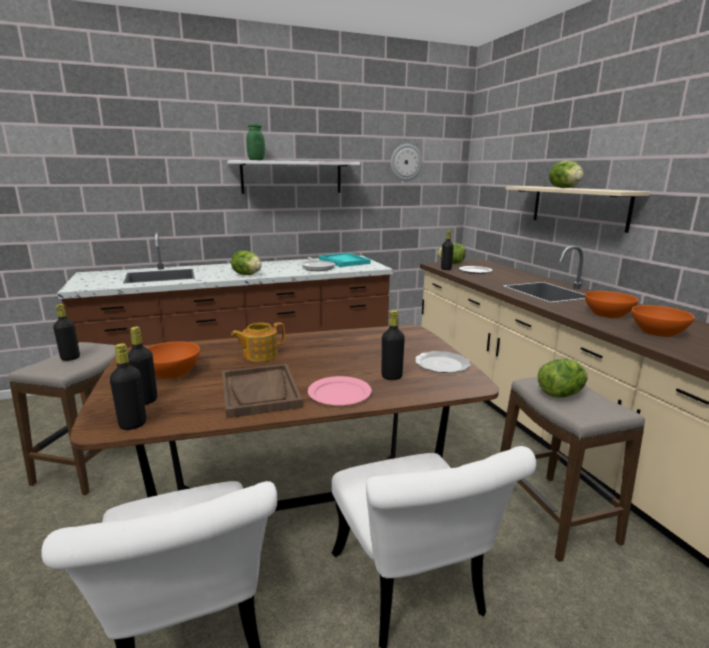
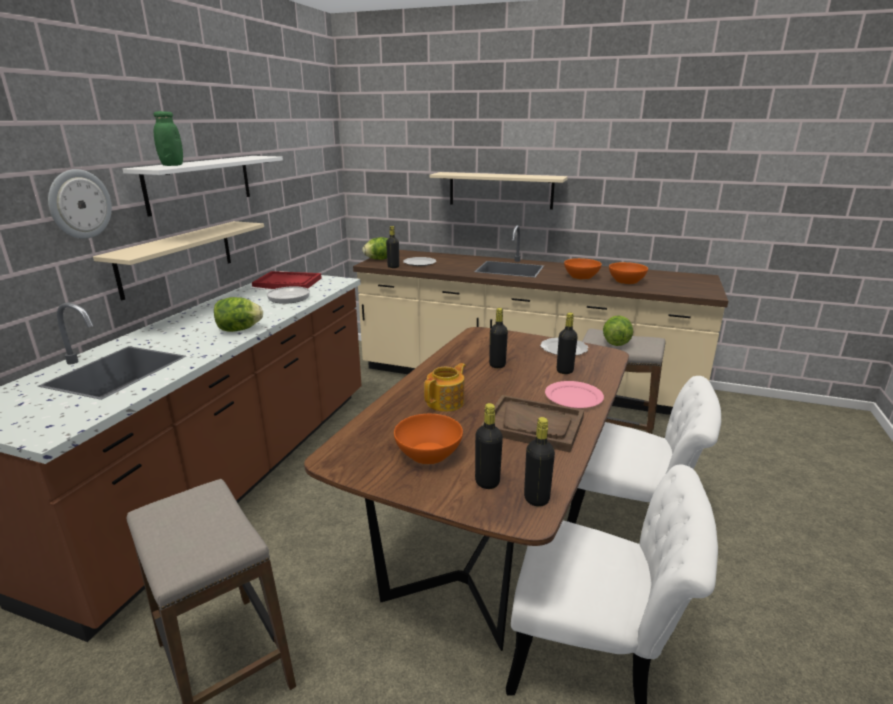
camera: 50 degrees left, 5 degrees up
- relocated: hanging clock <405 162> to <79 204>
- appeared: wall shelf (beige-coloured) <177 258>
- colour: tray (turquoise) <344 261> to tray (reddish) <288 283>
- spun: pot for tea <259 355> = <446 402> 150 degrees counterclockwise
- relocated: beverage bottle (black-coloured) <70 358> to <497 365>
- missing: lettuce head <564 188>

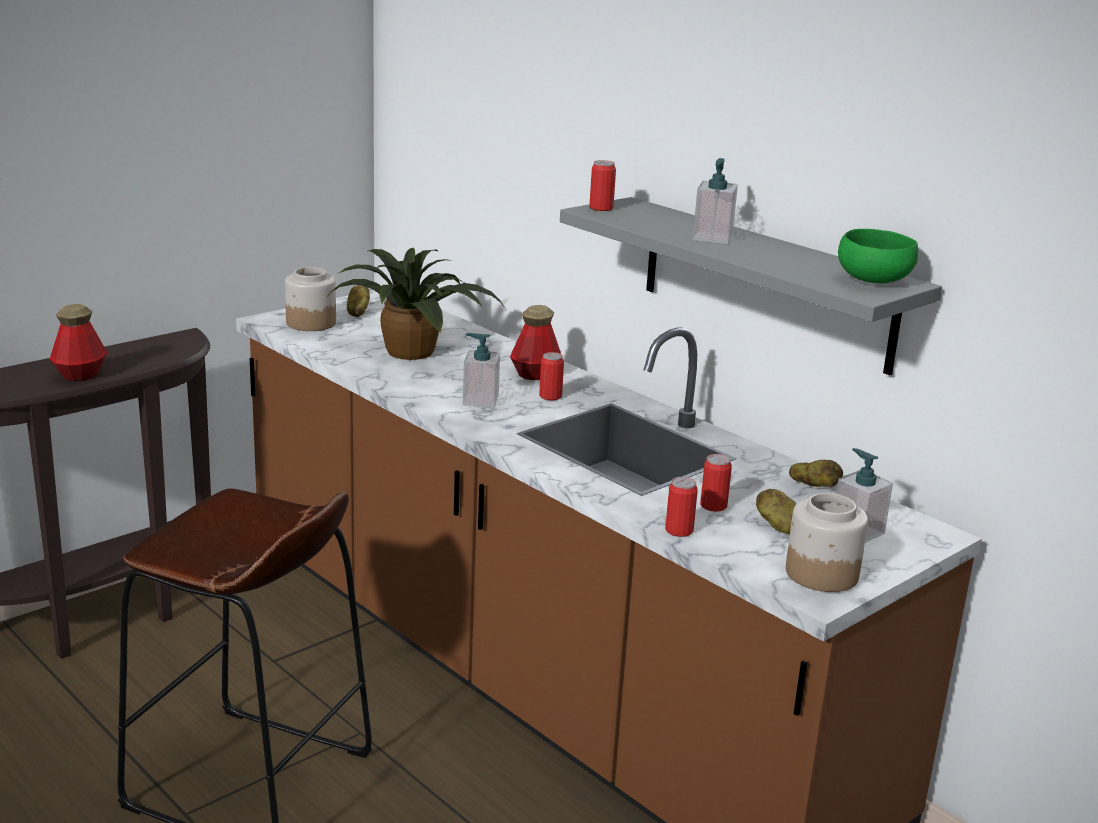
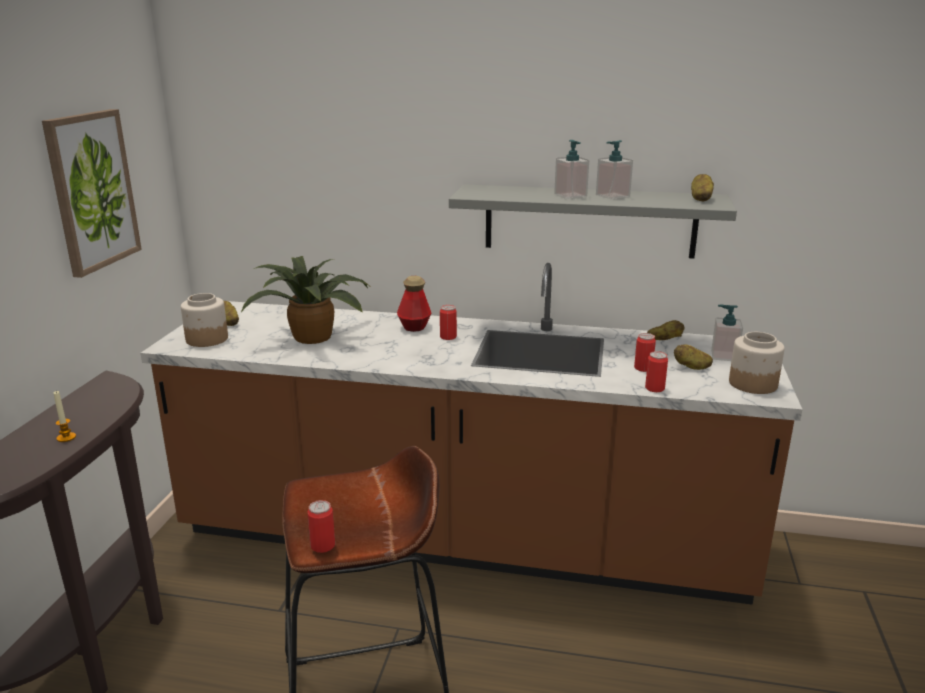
camera: 35 degrees left, 0 degrees up
- appeared: picture <92 191>
- exchanged: beverage bottle <80 375> to wax candle <66 438>
- relocated: sealed can <601 208> to <323 545>
- relocated: soap dispenser <480 401> to <612 196>
- exchanged: bowl (green-coloured) <875 281> to spud <700 199>

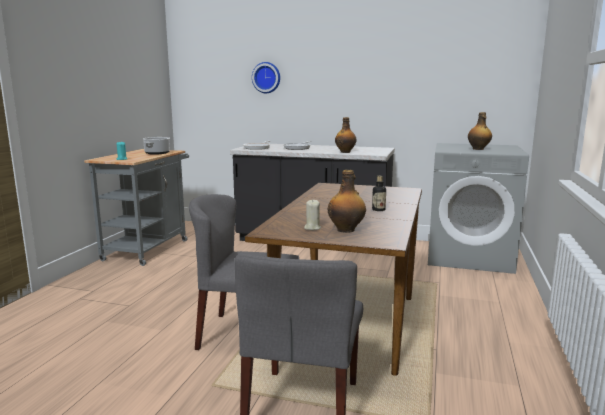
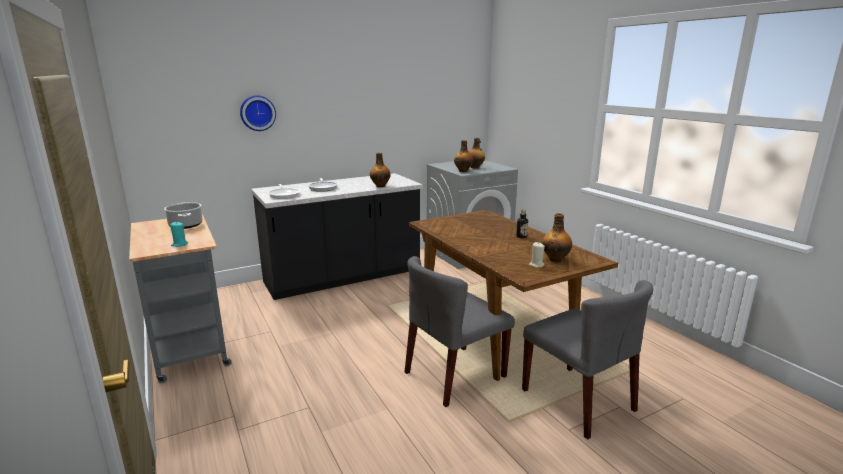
camera: 45 degrees left, 5 degrees up
- appeared: beverage bottle <463 171>

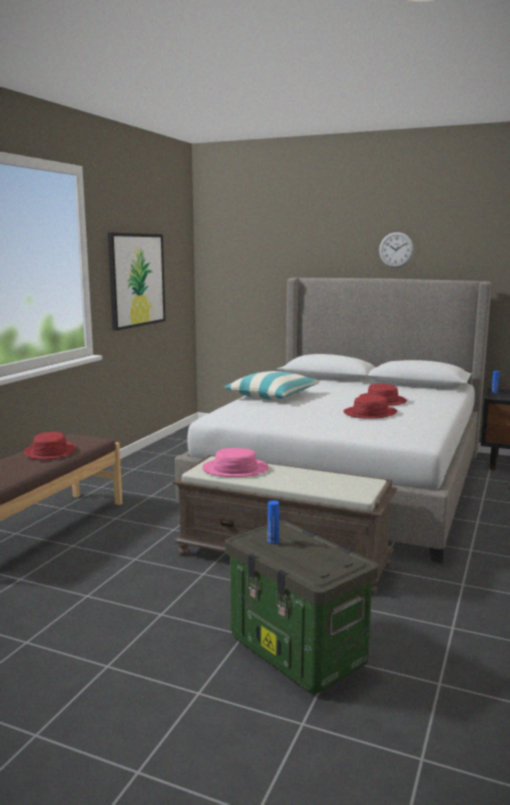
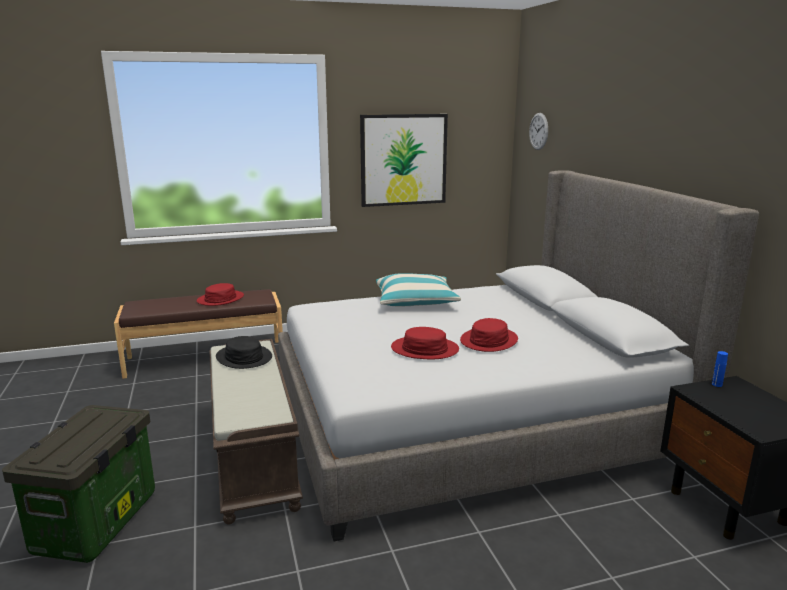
camera: 50 degrees right, 5 degrees up
- colour: clothing hat (pinkish) <235 469> to clothing hat (black-coloured) <244 357>
- relocated: hanging clock <396 250> to <538 131>
- missing: beverage bottle (blue) <273 541>

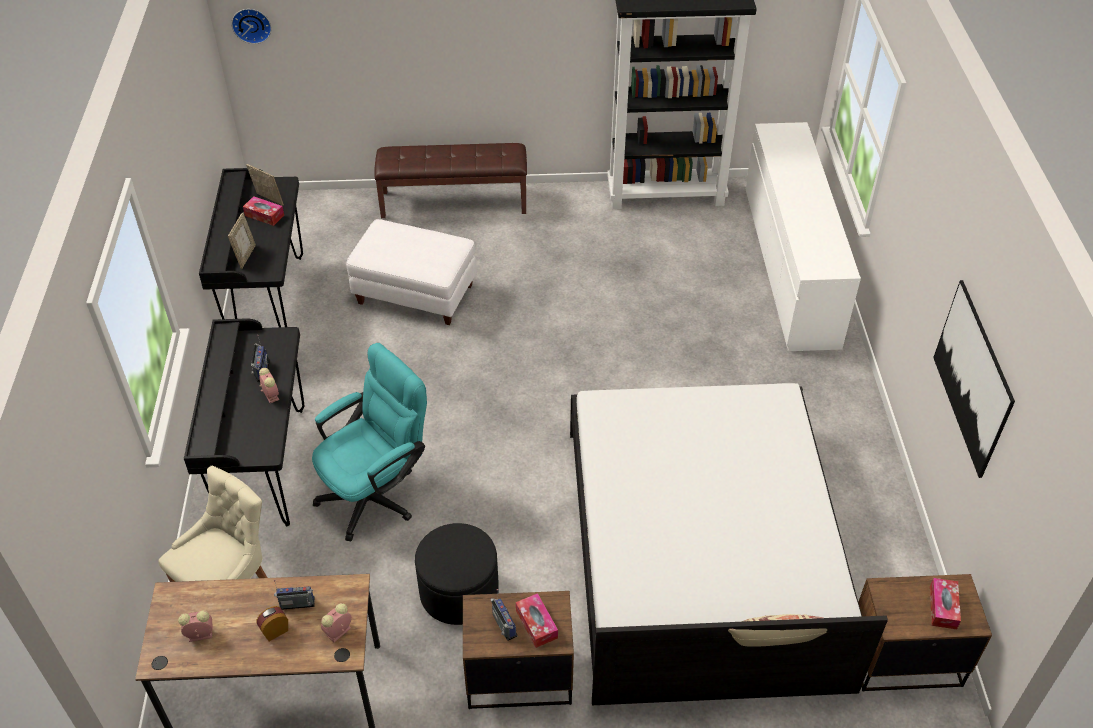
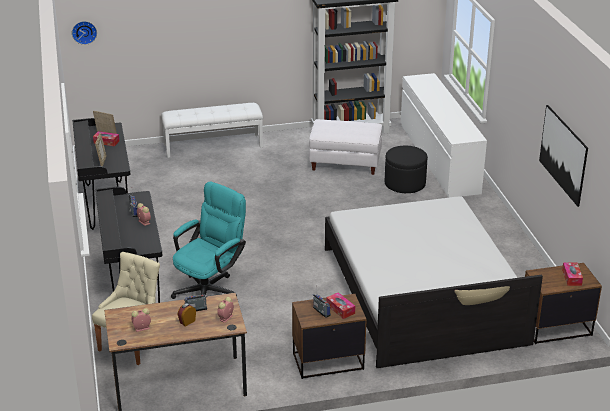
camera: 10 degrees left, 15 degrees down
- colour: long seat (brown) <454 202> to long seat (whitish) <213 145>
- relocated: pouffe (whitish) <415 293> to <345 162>
- relocated: pouffe (black-coloured) <459 592> to <405 184>

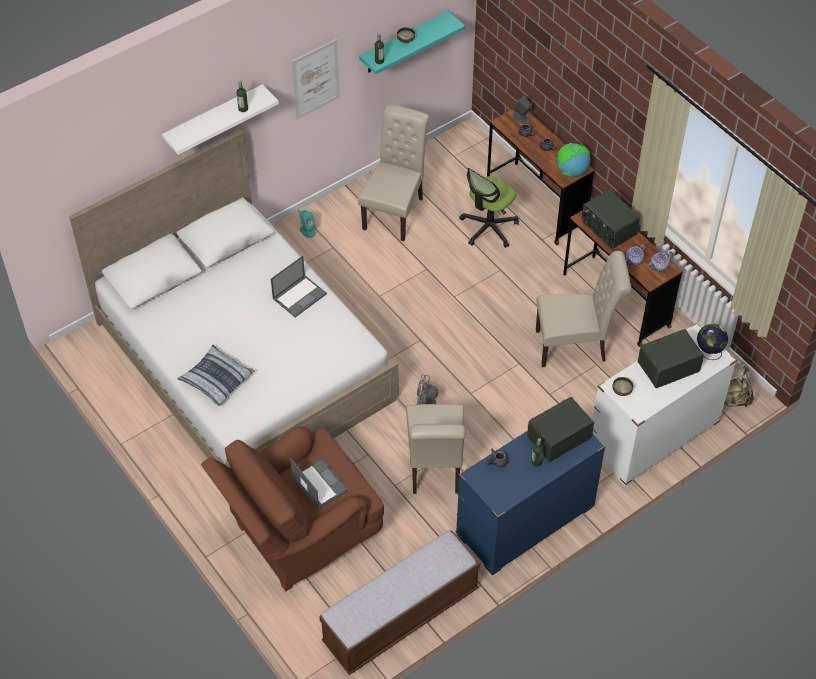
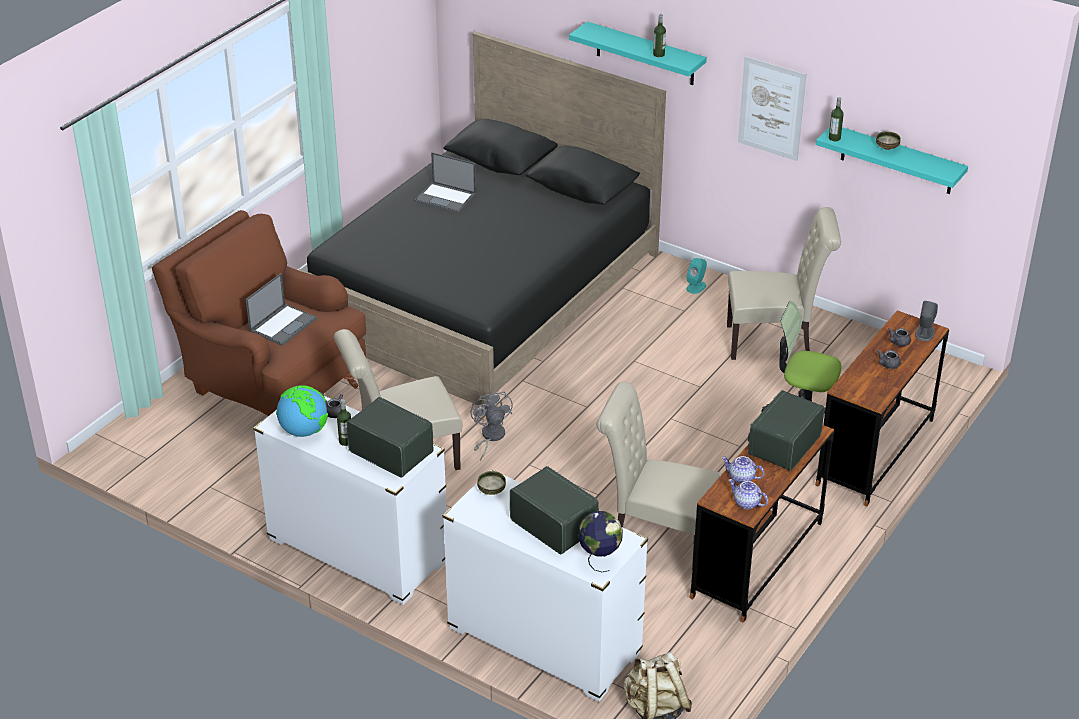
camera: 70 degrees right, 15 degrees down
- colour: dresser (blue) <525 522> to dresser (whitish) <357 551>
- relocated: globe <571 172> to <304 431>
- colour: sleeping bed (whitish) <245 359> to sleeping bed (black-coloured) <485 291>
- relocated: laptop <300 296> to <446 198>
- colour: wall shelf (whitish) <214 119> to wall shelf (turquoise) <645 54>
- spun: upright chair (beige-coloured) <575 346> = <656 538> 135 degrees clockwise
- missing: throw pillow <216 379>
- missing: long seat <400 616>

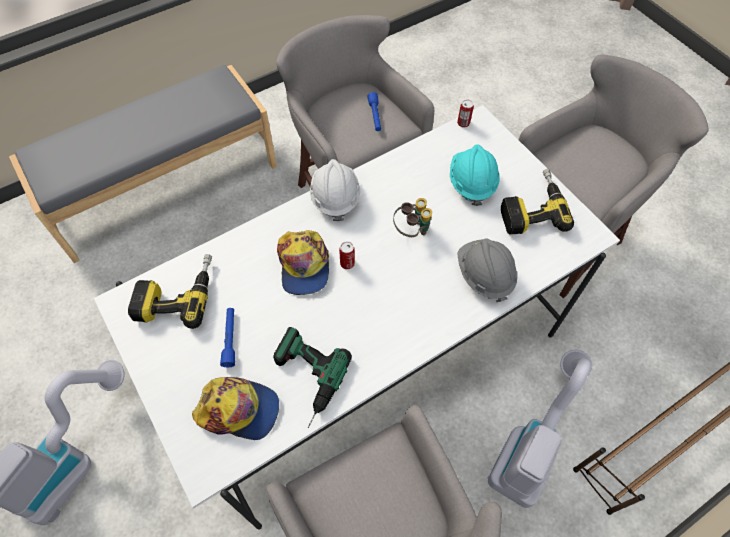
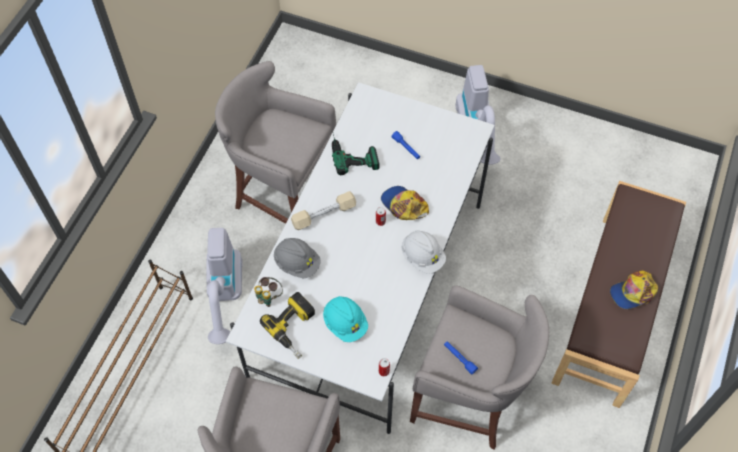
camera: 145 degrees right, 0 degrees up
- relocated: field glasses <412 230> to <269 297>
- appeared: dumbbell (beige-coloured) <324 215>
- colour: long seat (gray) <165 187> to long seat (brown) <612 308>
- relocated: baseball cap <239 410> to <633 292>
- missing: drill <177 294>

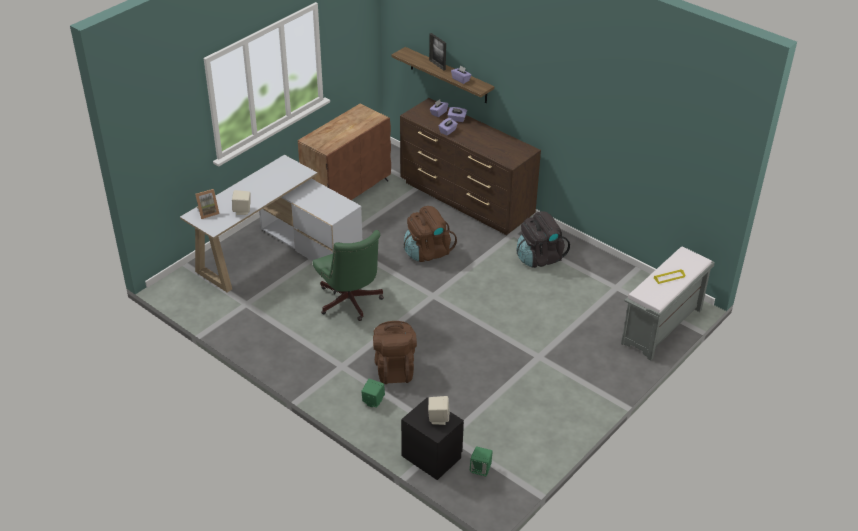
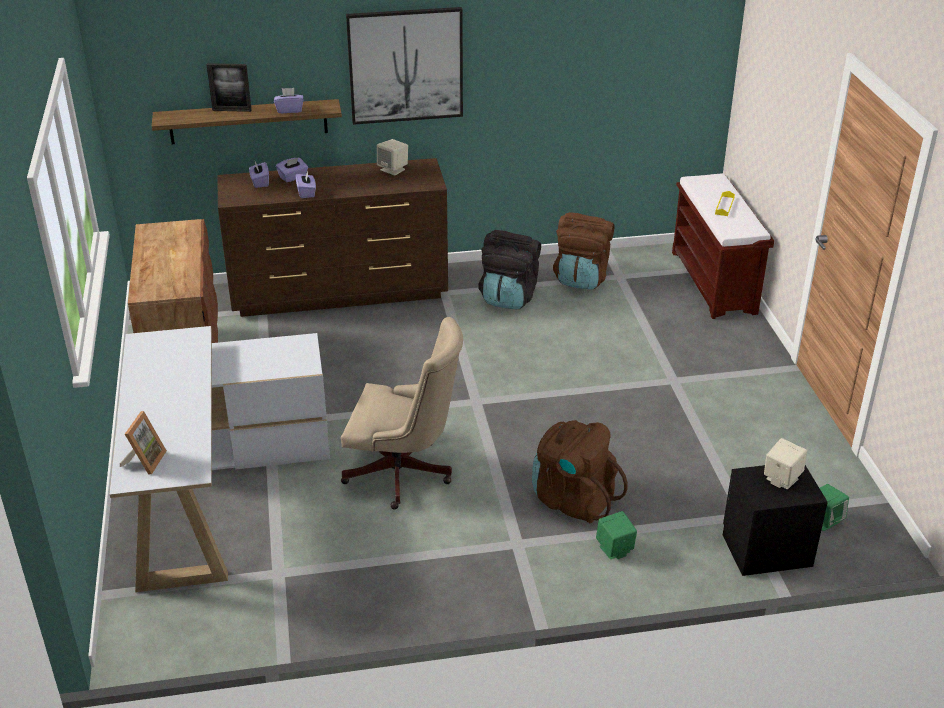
camera: 50 degrees left, 5 degrees down
- colour: desk chair (green-coloured) <350 303> to desk chair (beige-coloured) <404 474>
- appeared: picture <405 65>
- relocated: speaker (beige-coloured) <242 211> to <393 169>
- relocated: rucksack (brown) <427 252> to <581 278>
- colour: long seat (gray) <661 327> to long seat (brown) <714 283>

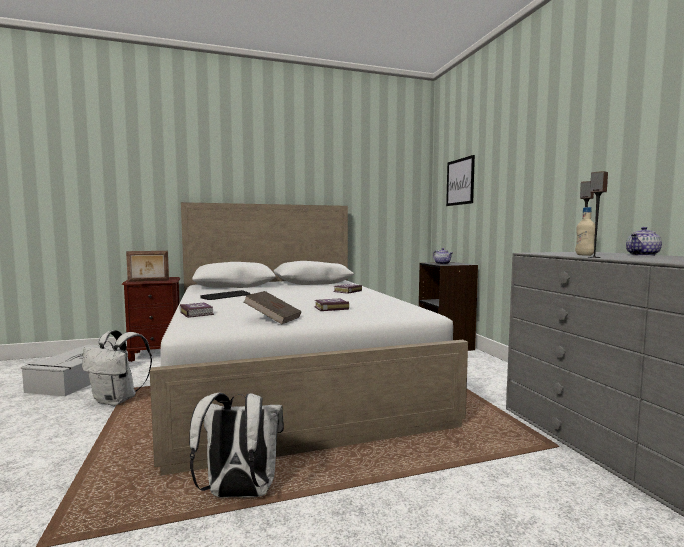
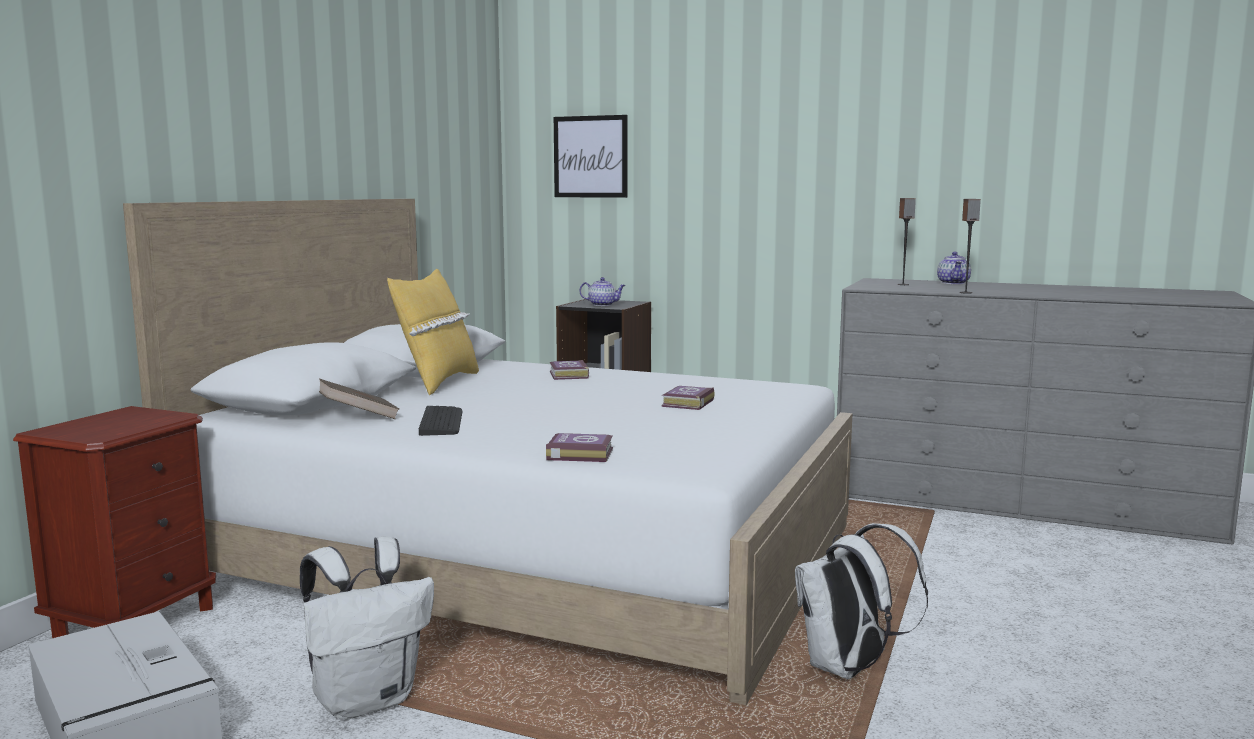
camera: 50 degrees left, 5 degrees up
- relocated: volume (brown) <273 319> to <357 417>
- appeared: throw pillow (yellow) <437 383>
- missing: photo frame <148 281>
- missing: beverage bottle (beige-coloured) <584 255>

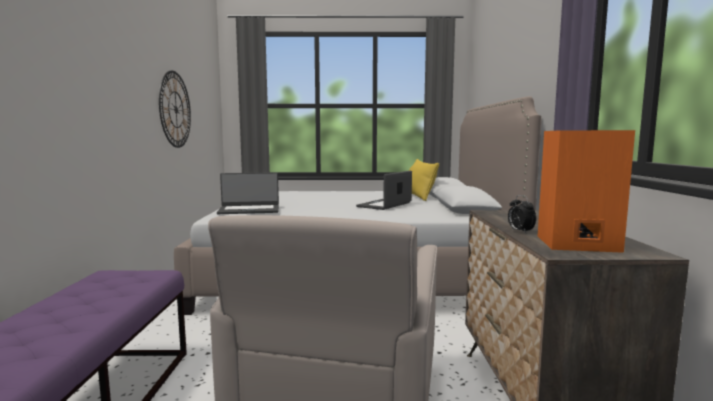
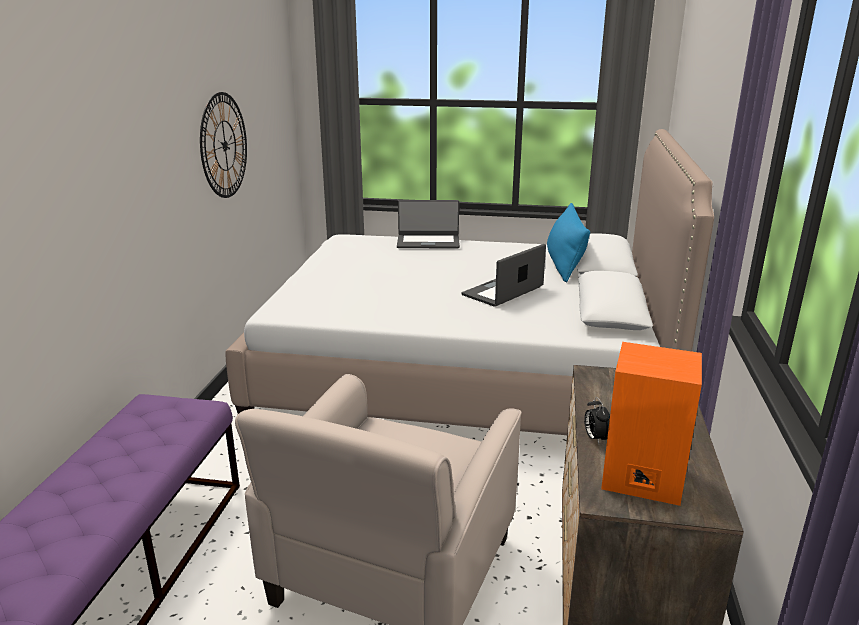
camera: 10 degrees right, 15 degrees up
- relocated: laptop <249 210> to <428 242>
- colour: throw pillow (yellow) <419 196> to throw pillow (blue) <564 264>

